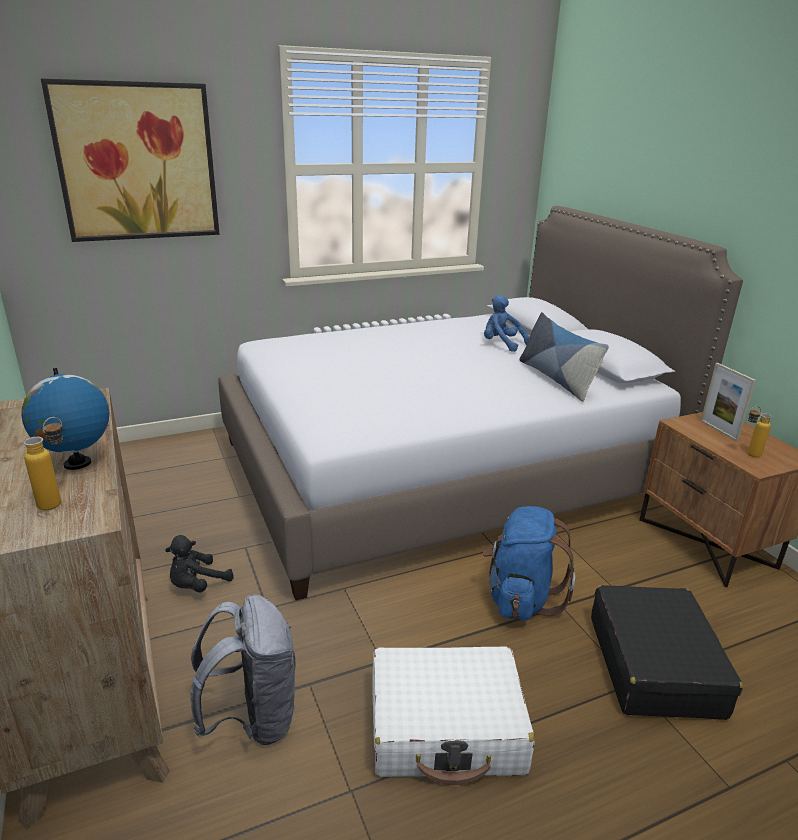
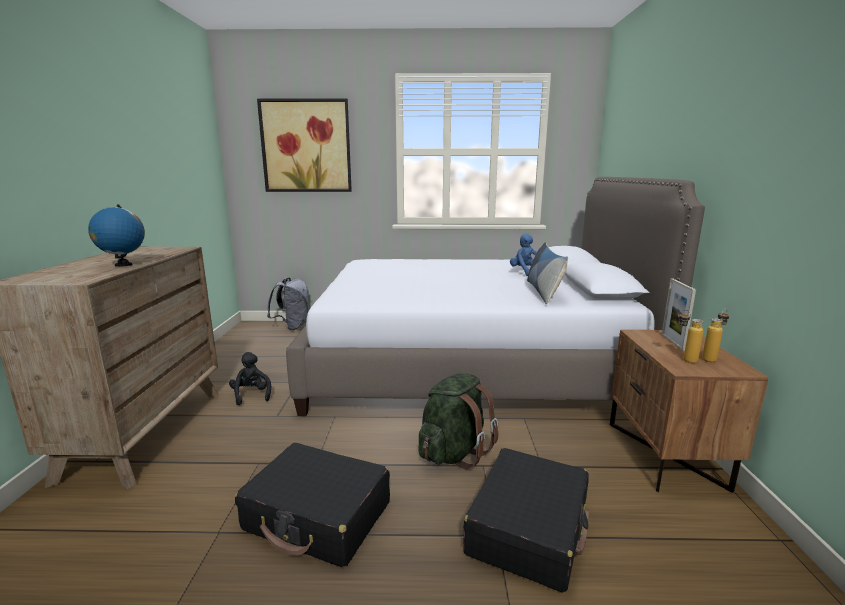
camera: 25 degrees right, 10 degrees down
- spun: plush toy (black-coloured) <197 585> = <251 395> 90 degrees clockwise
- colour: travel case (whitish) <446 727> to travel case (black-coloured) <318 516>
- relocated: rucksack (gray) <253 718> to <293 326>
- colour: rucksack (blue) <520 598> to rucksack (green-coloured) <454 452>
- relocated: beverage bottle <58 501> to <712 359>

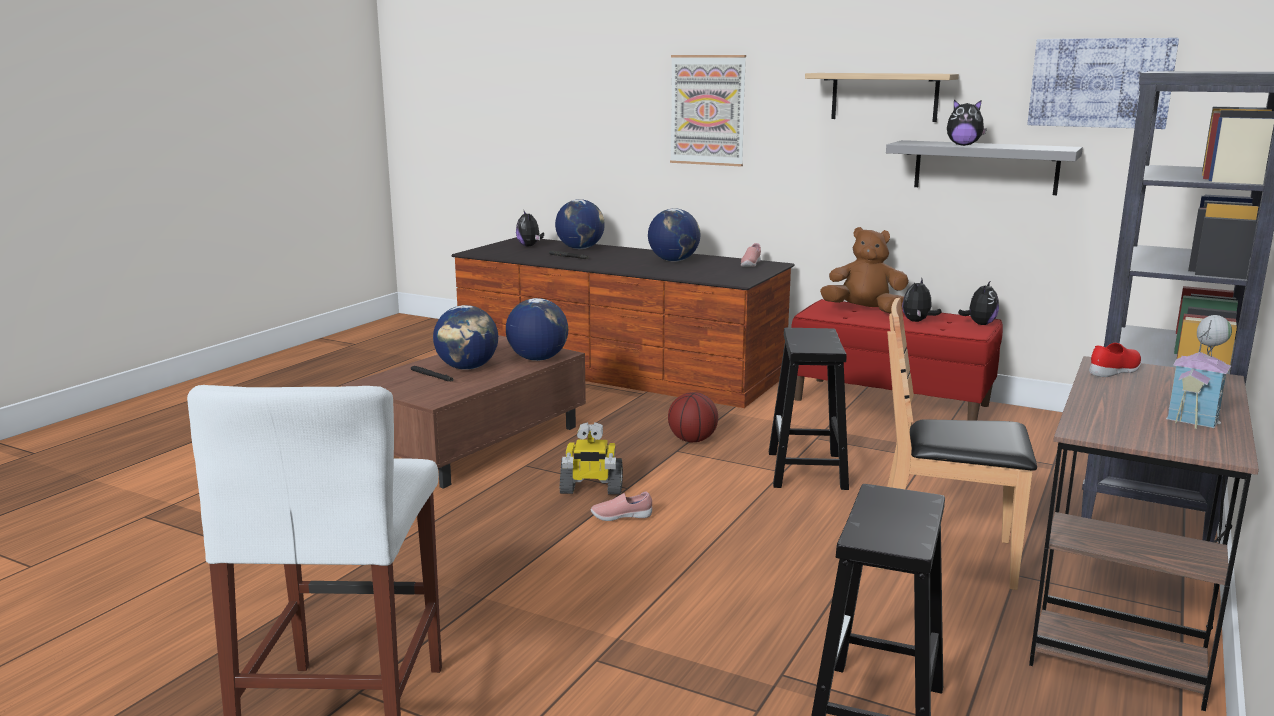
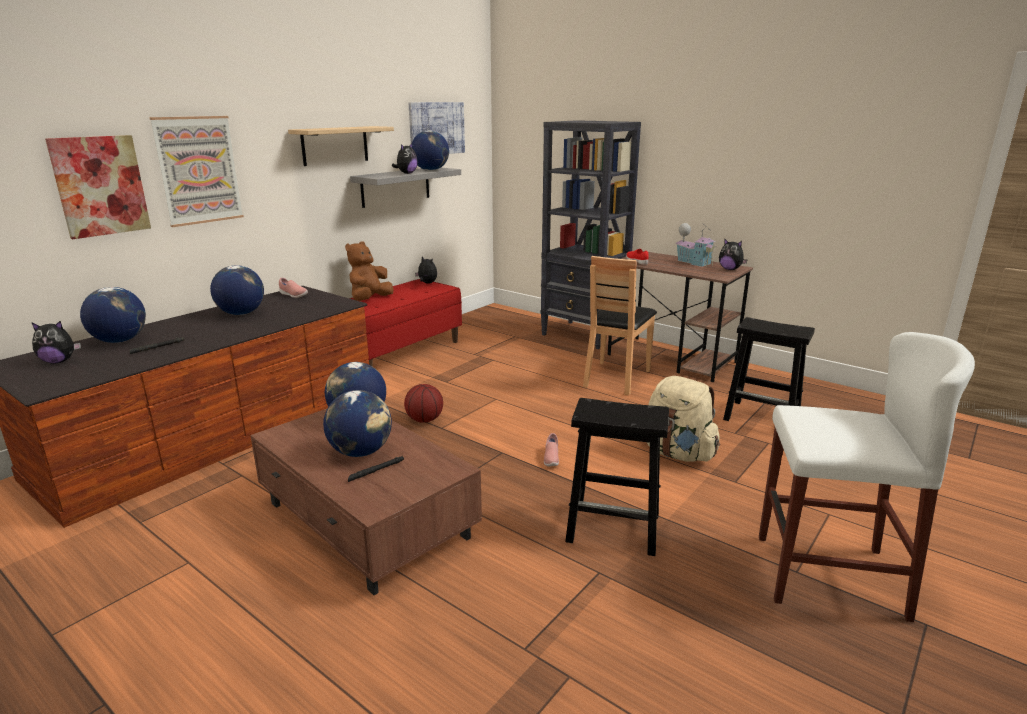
camera: 80 degrees left, 5 degrees up
- appeared: picture <100 186>
- appeared: globe <430 170>
- relocated: sitting stool (black-coloured) <807 471> to <615 528>
- appeared: rucksack (beige-coloured) <677 453>
- relocated: plush toy <917 321> to <730 269>
- missing: toy robot <591 488>

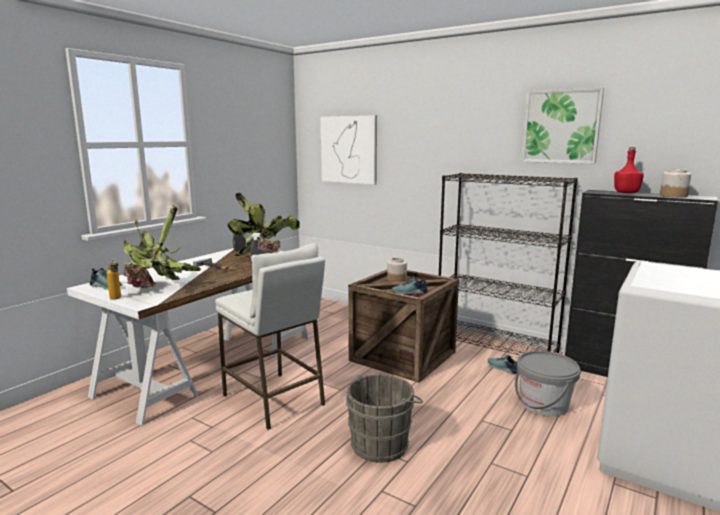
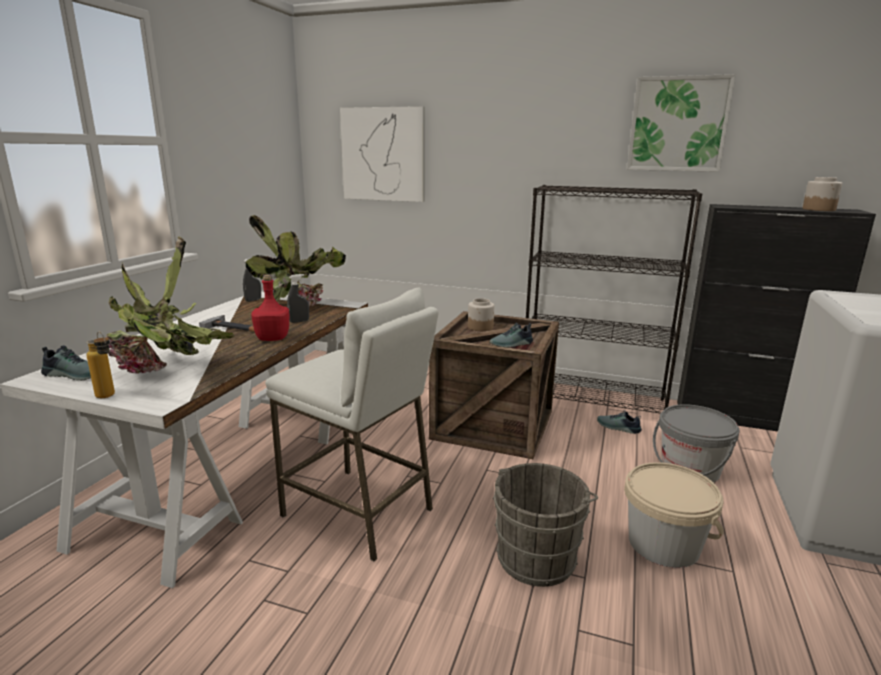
camera: 15 degrees left, 5 degrees up
- relocated: beverage bottle (reddish) <626 193> to <272 338>
- appeared: pail (beige-coloured) <663 544>

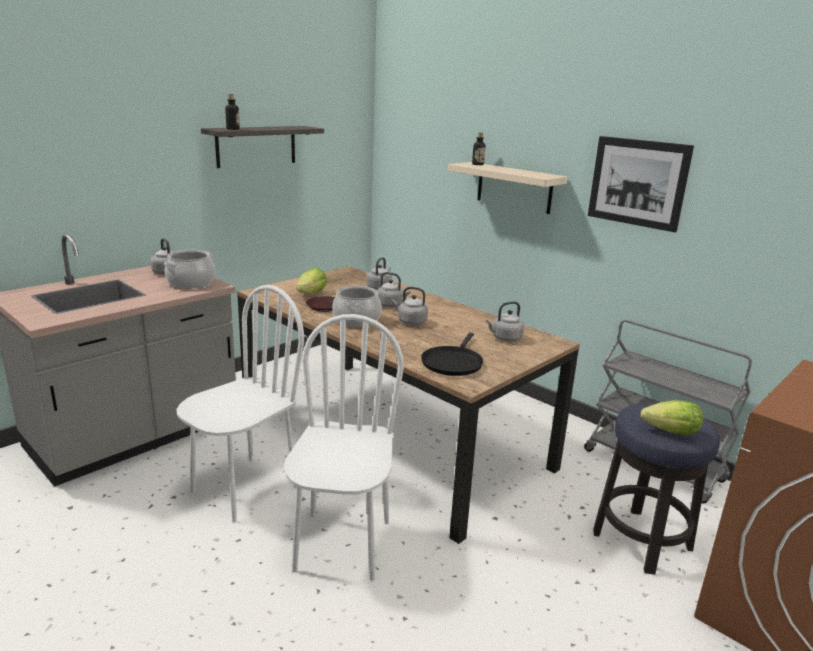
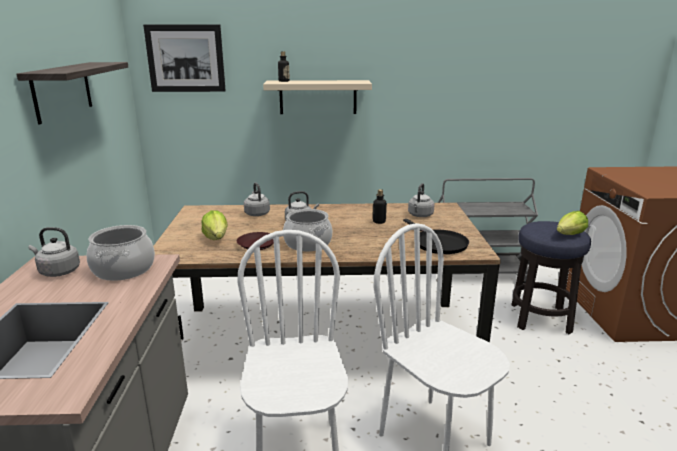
camera: 45 degrees left, 0 degrees up
- relocated: picture <637 182> to <185 58>
- relocated: beverage bottle <233 129> to <379 221>
- missing: water kettle (gray) <410 322>

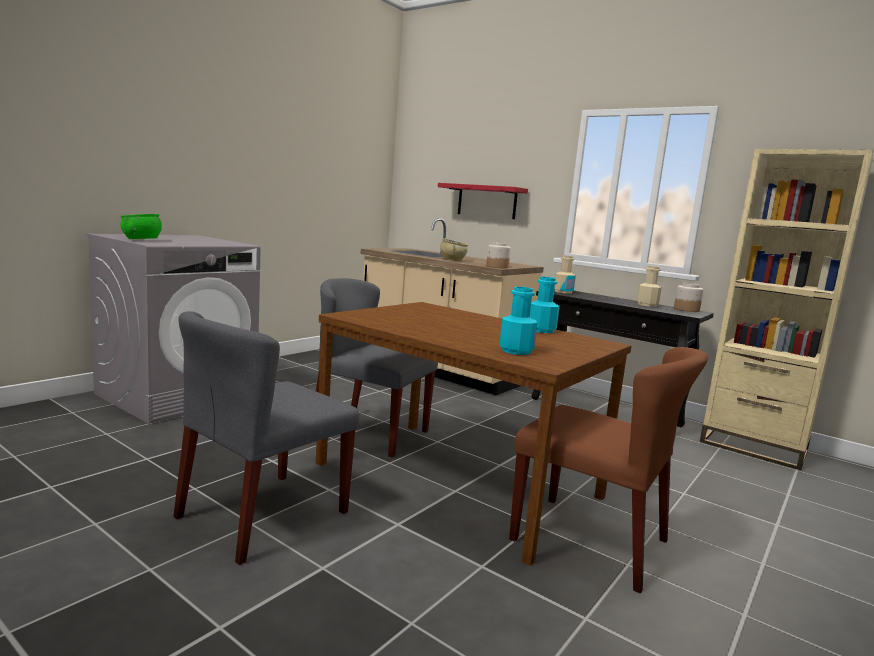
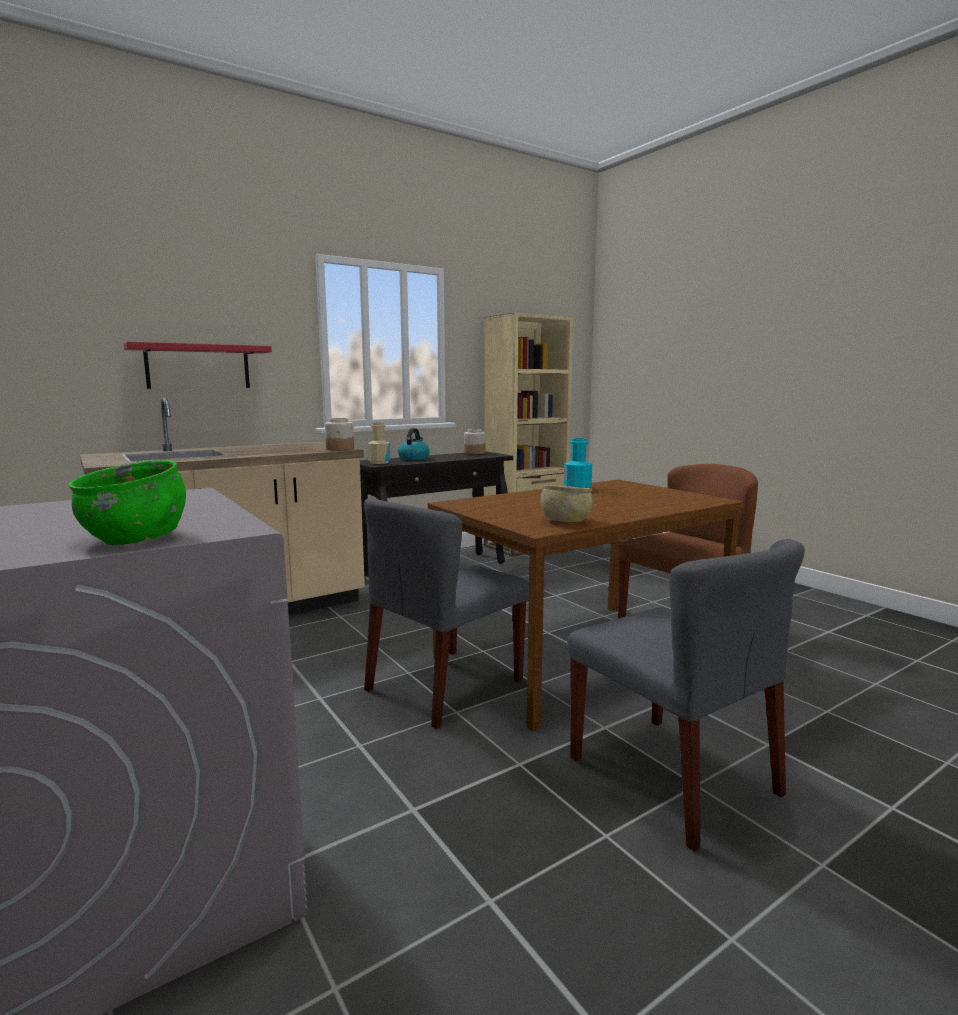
camera: 70 degrees left, 0 degrees up
- appeared: water kettle <413 458>
- relocated: bowl (beige-coloured) <452 259> to <566 521>
- missing: beverage bottle (turquoise) <516 351>
- missing: beverage bottle (beige-coloured) <647 305>

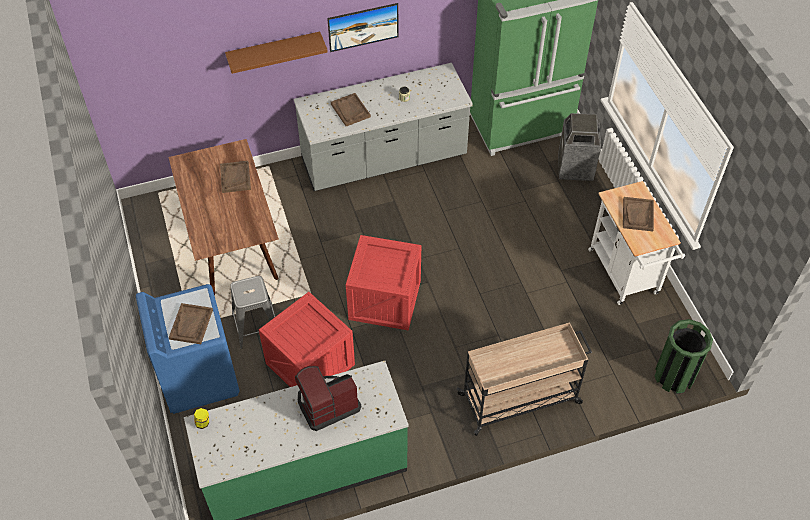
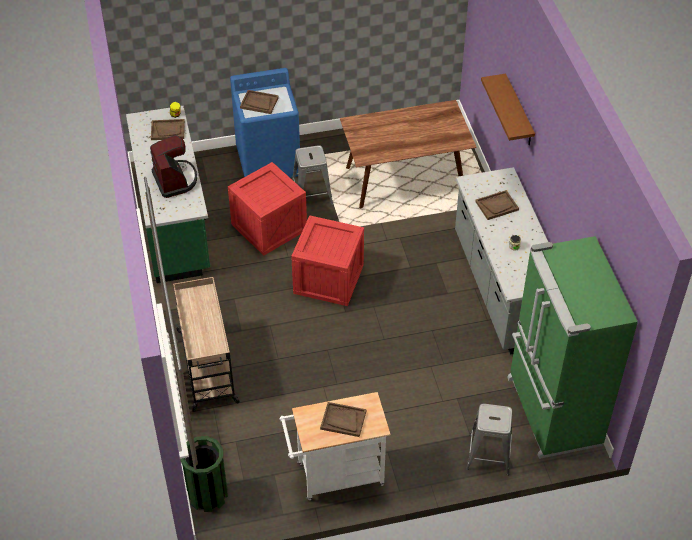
camera: 95 degrees right, 5 degrees down
- relocated: tray (brown) <235 177> to <168 130>
- exchanged: rubbish bin <575 168> to sitting stool (gray) <489 454>
- missing: picture <363 35>

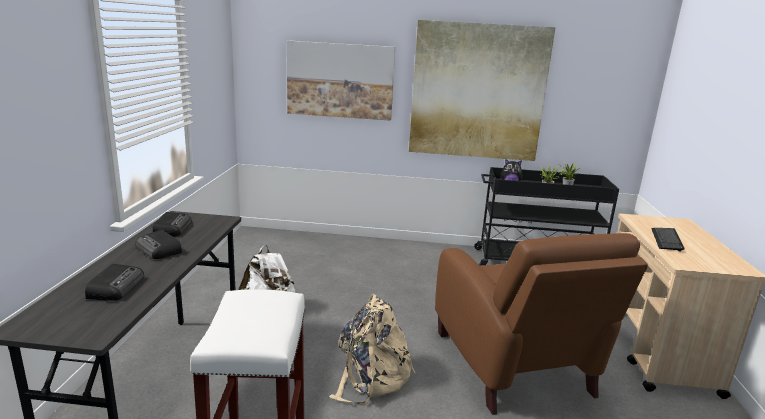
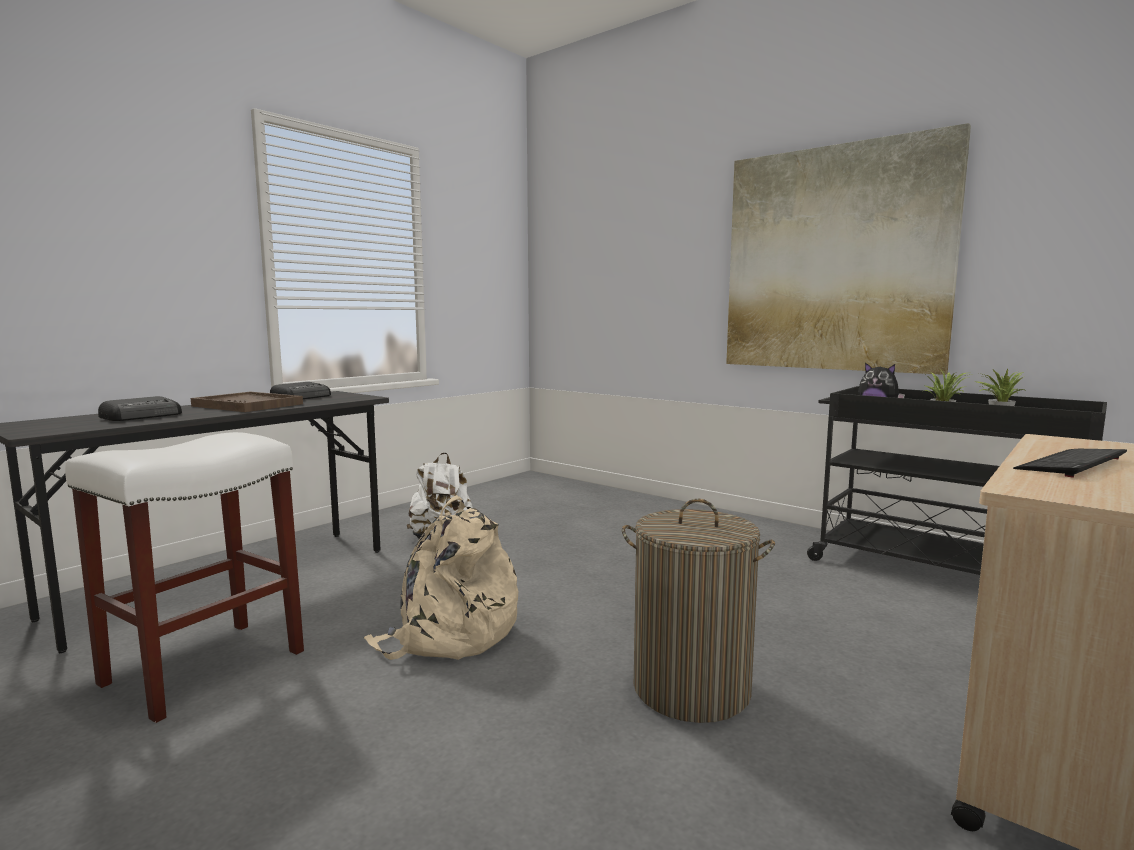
camera: 35 degrees right, 10 degrees down
- exchanged: radio set <159 249> to tray (brown) <248 405>
- exchanged: easy chair (brown) <514 366> to hamper <690 689>
- missing: picture <340 80>

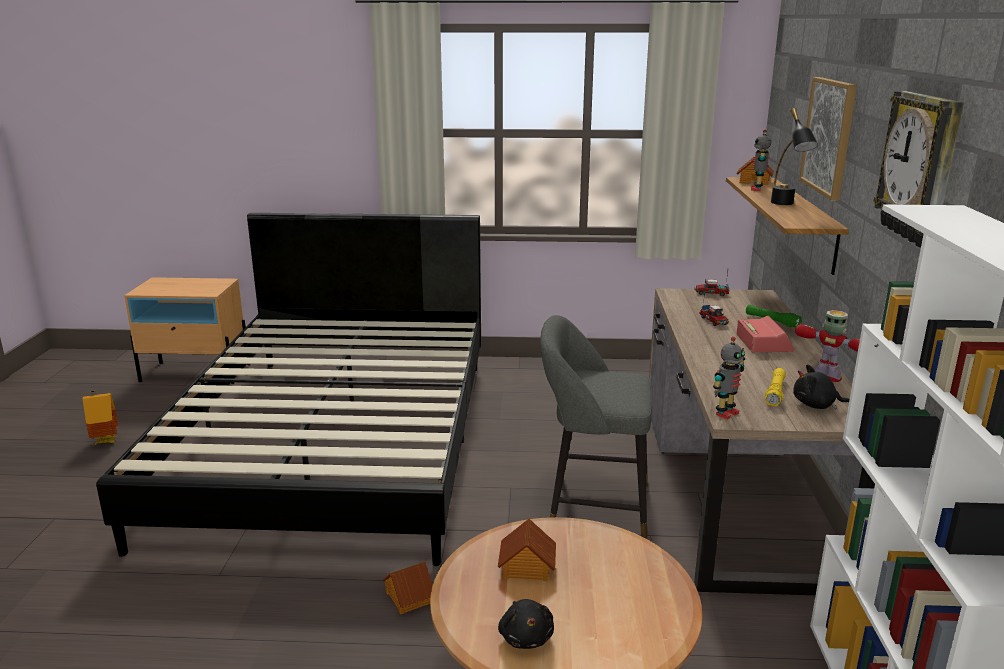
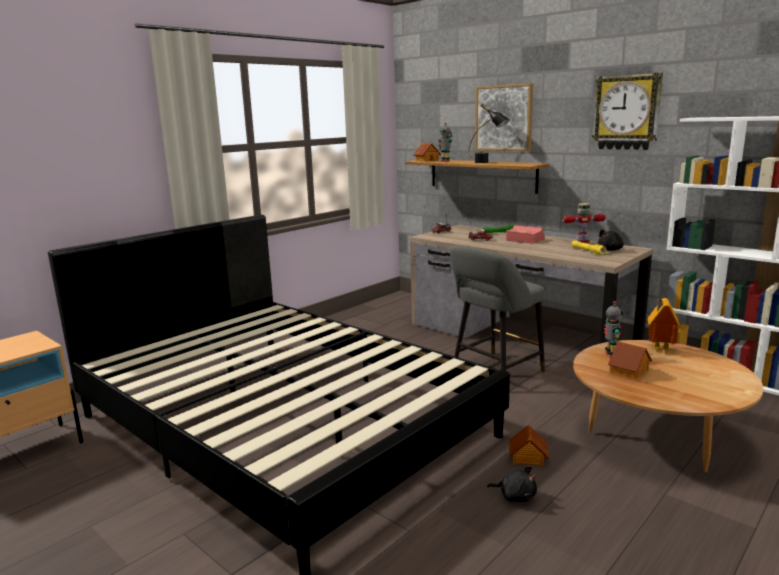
camera: 50 degrees left, 5 degrees down
- relocated: plush toy (black-coloured) <526 637> to <515 496>
- relocated: toy robot <725 413> to <610 355>
- relocated: miniature house <105 441> to <659 349>

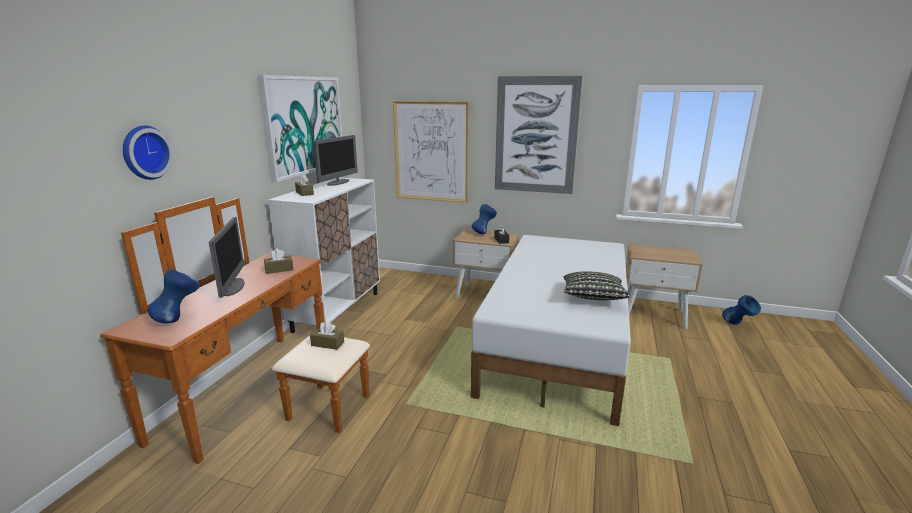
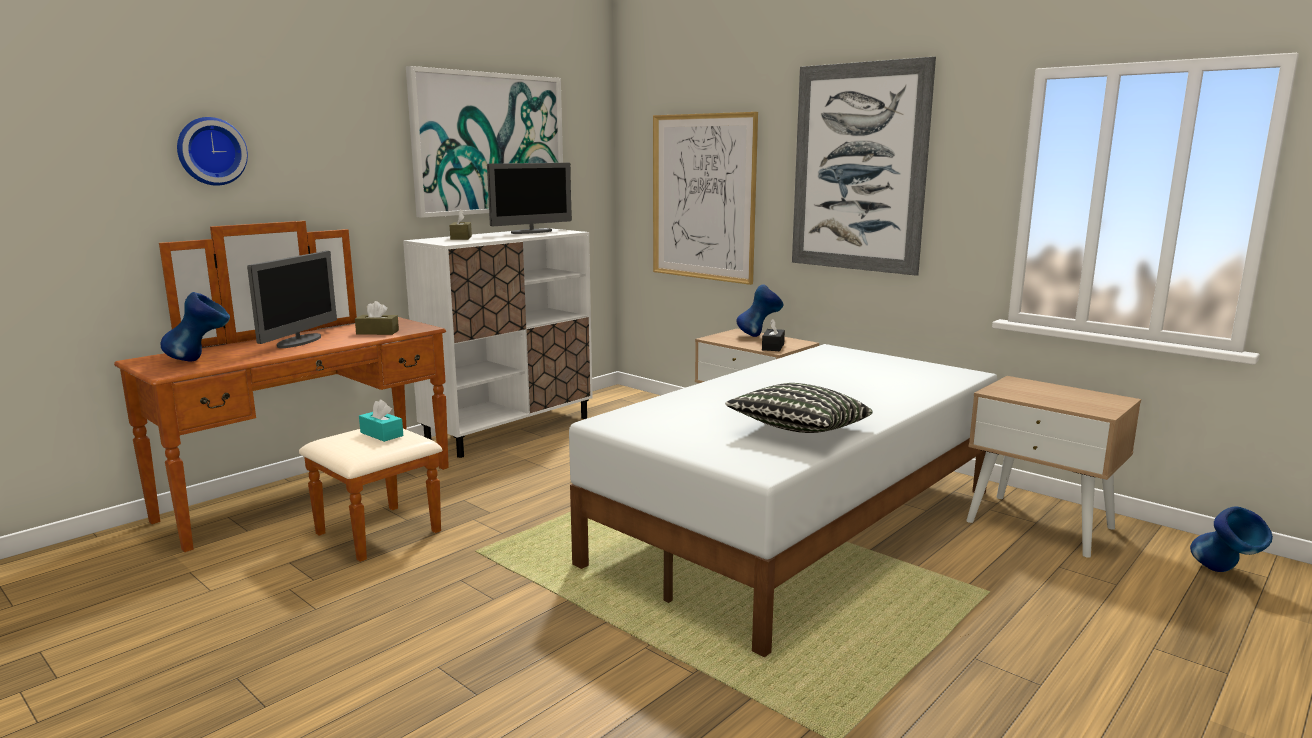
camera: 25 degrees right, 5 degrees down
- colour: box of tissues (brown) <327 344> to box of tissues (turquoise) <381 434>

